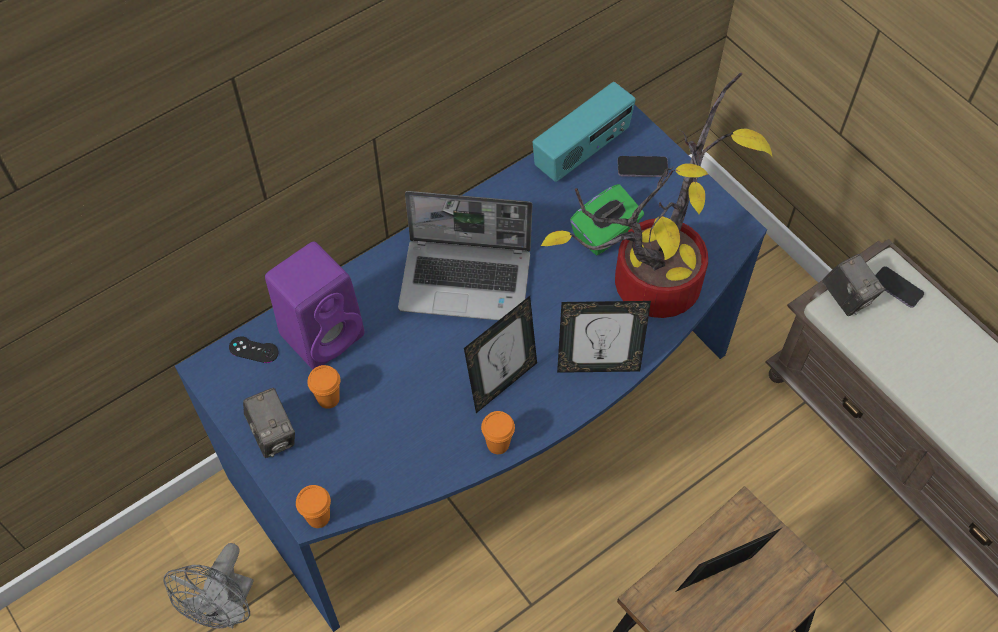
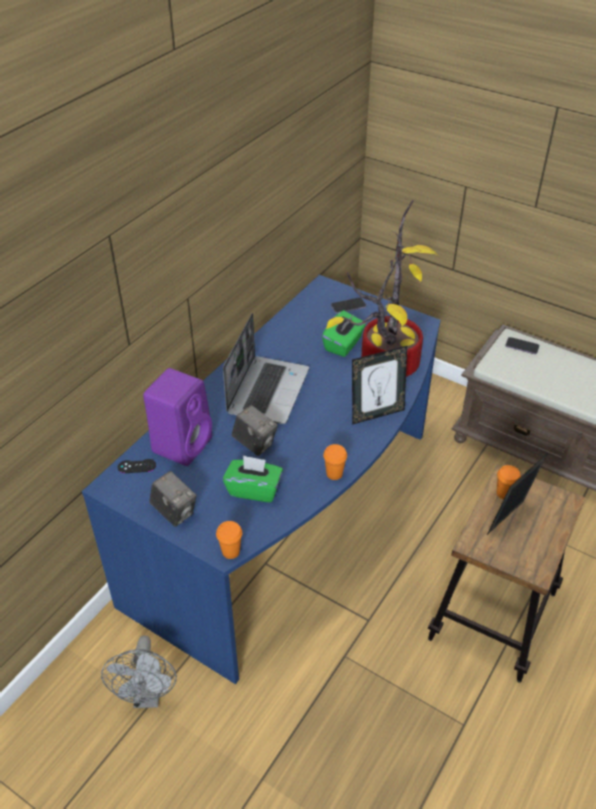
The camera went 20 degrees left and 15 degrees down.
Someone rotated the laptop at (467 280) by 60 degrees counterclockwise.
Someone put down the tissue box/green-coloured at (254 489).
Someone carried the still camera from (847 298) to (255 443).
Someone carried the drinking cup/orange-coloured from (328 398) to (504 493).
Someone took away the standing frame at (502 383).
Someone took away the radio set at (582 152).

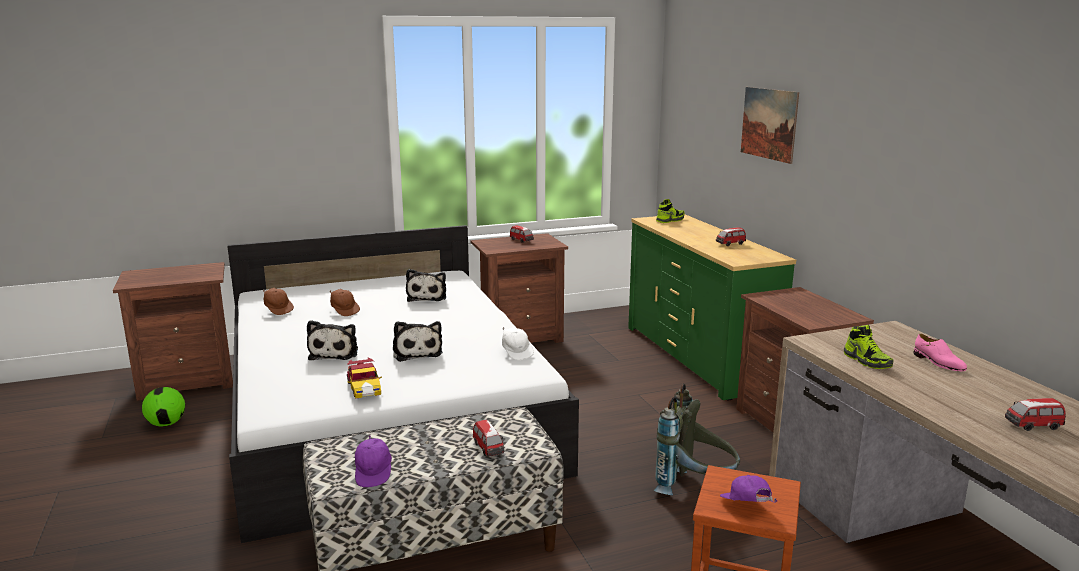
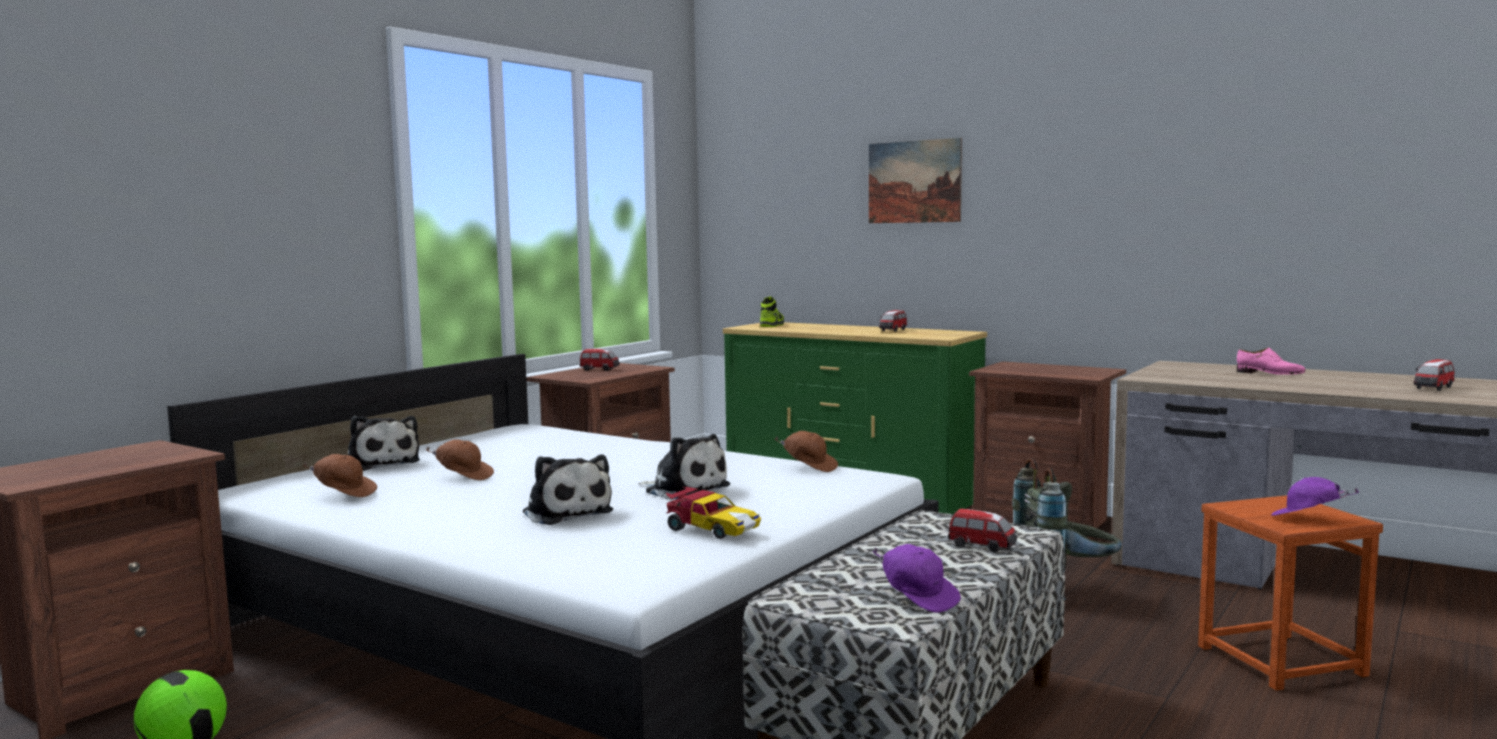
The camera went 35 degrees left and 10 degrees down.
Someone carried the cuddly toy from (427 297) to (382 463).
Someone repainted the baseball cap/white at (516 352), which became the baseball cap/brownish at (809 467).
Someone took away the low shoe at (867 361).

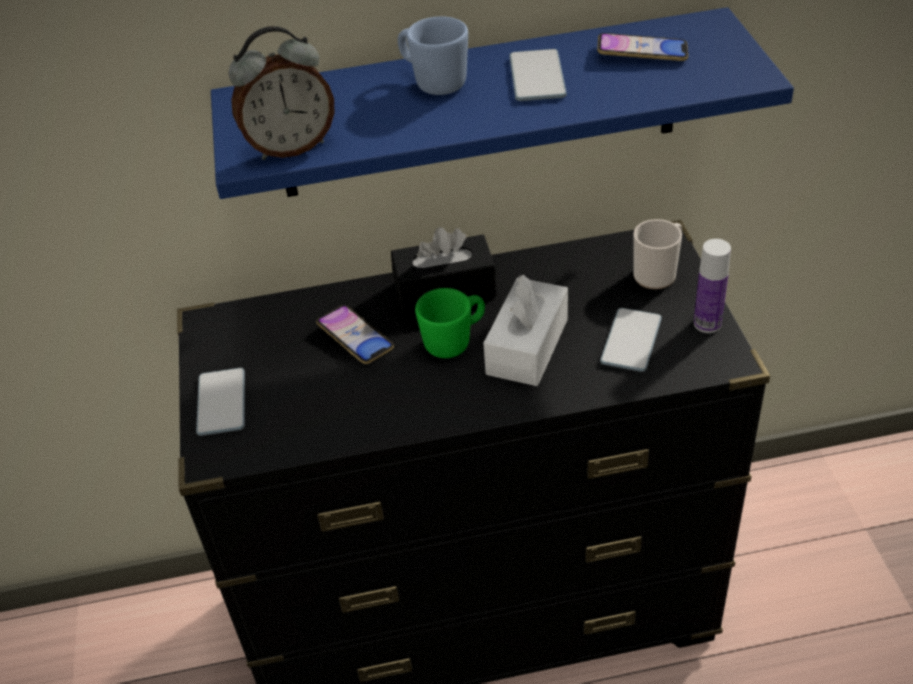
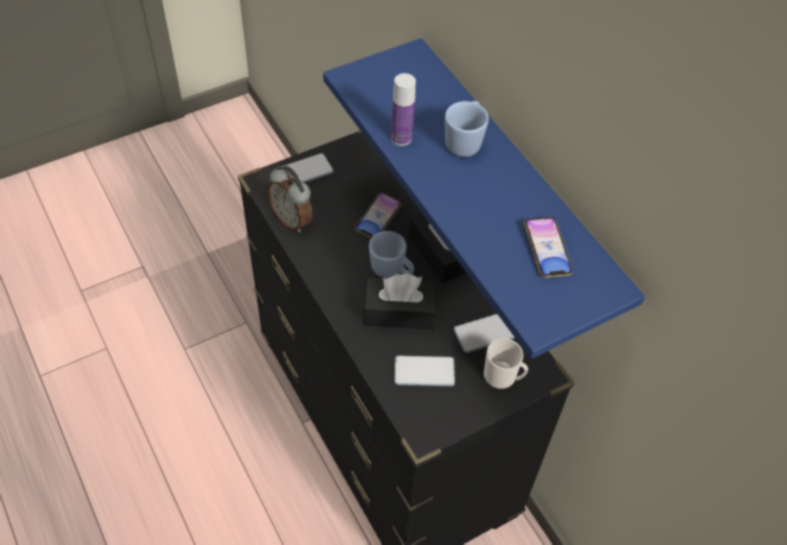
The camera went 65 degrees right and 10 degrees up.
Someone carried the bedside clock from (291 147) to (292 219).
Someone repainted the tissue box/white at (527 346), which became the tissue box/blackish at (399 312).
Someone repainted the tea mug/green-coloured at (455 341), which became the tea mug/bluish at (391 271).
Someone carried the beverage bottle from (707 324) to (401 138).
Someone carried the telephone from (537 77) to (485 333).

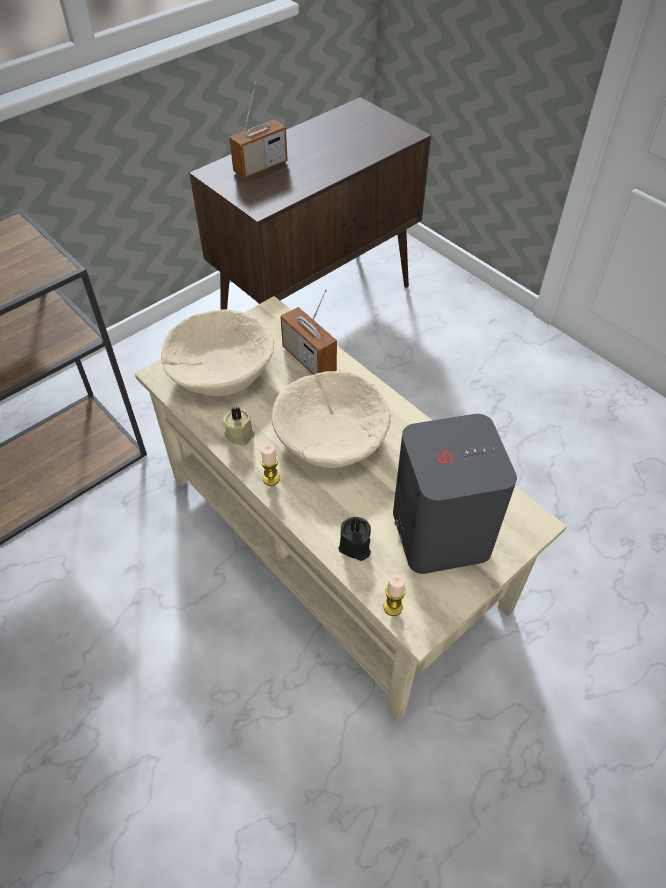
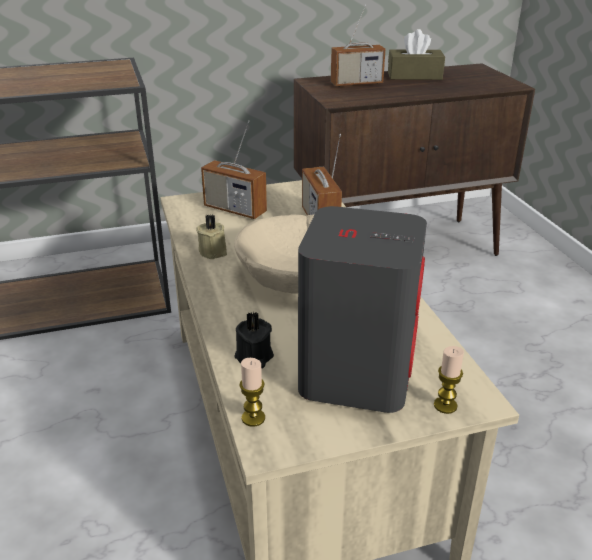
The camera went 25 degrees right and 20 degrees down.
Someone swapped the deep dish/sand-coloured at (222 369) for the radio set at (235 210).
Someone put down the tissue box/brownish at (414 76).
Someone carried the wax candle from (271 479) to (445 405).

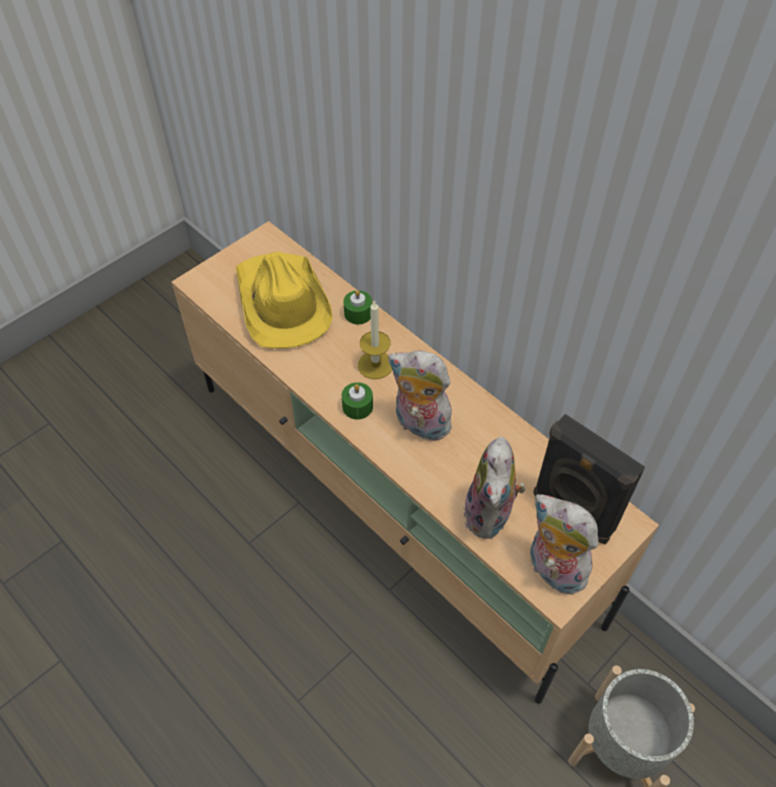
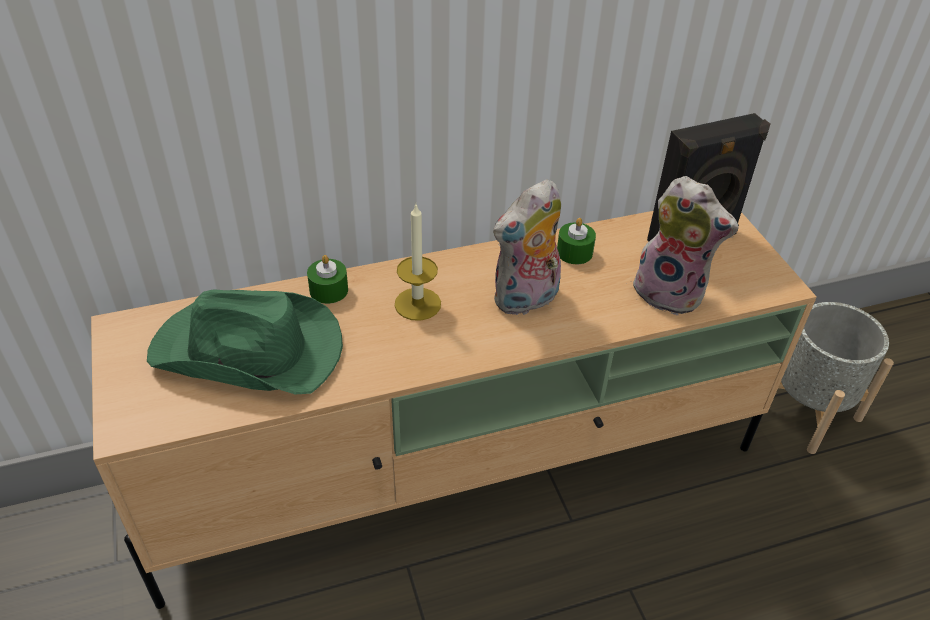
The camera went 65 degrees left and 10 degrees down.
Someone repainted the wearable hat/yellowish at (282 303), which became the wearable hat/green-coloured at (249 351).
Someone carried the wax candle/green-coloured from (357 406) to (574 252).
Someone took away the cuddly toy at (552 570).

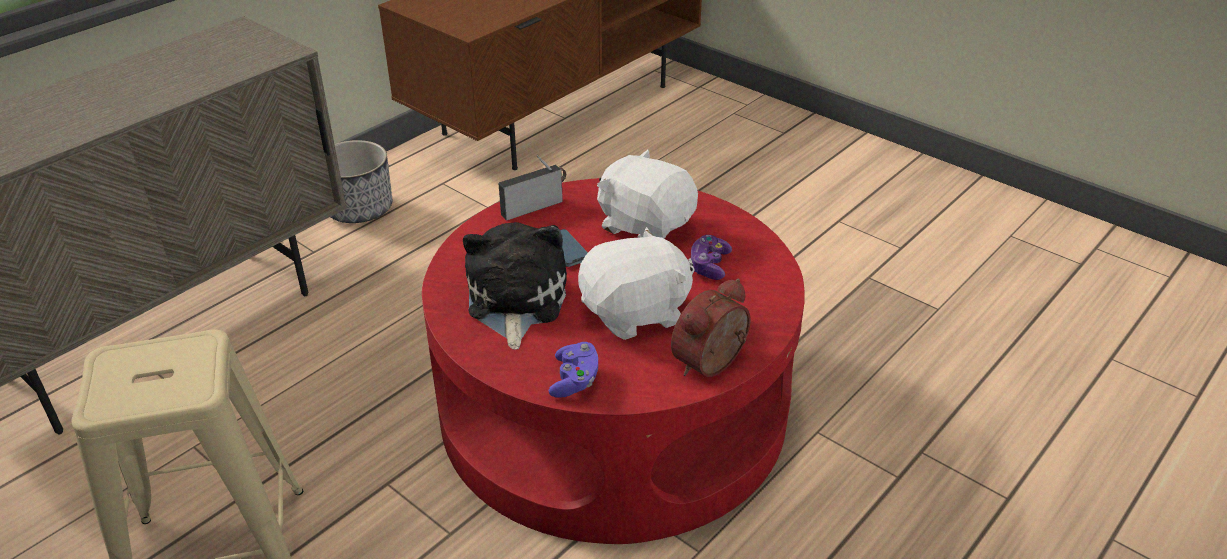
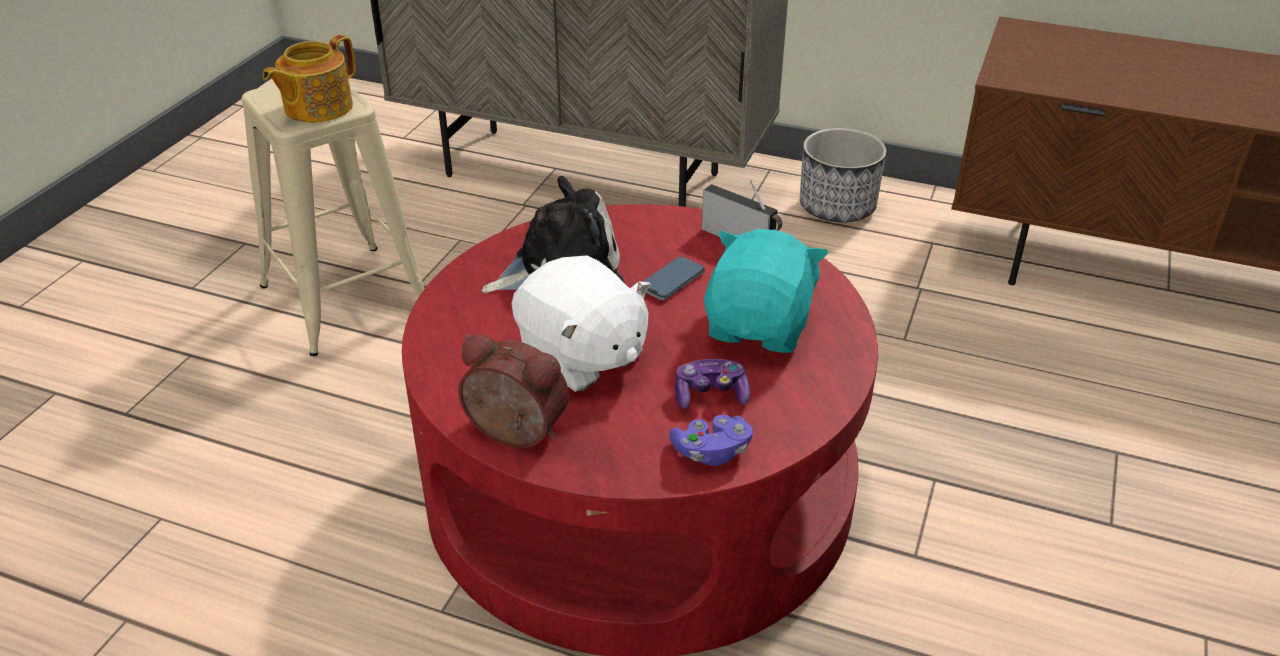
The camera went 70 degrees right and 0 degrees up.
Someone put down the pot for tea at (316 108).
Someone carried the game controller/purple-coloured from (574 380) to (711 452).
Someone repainted the cuddly toy/white at (645 226), which became the cuddly toy/turquoise at (760 327).

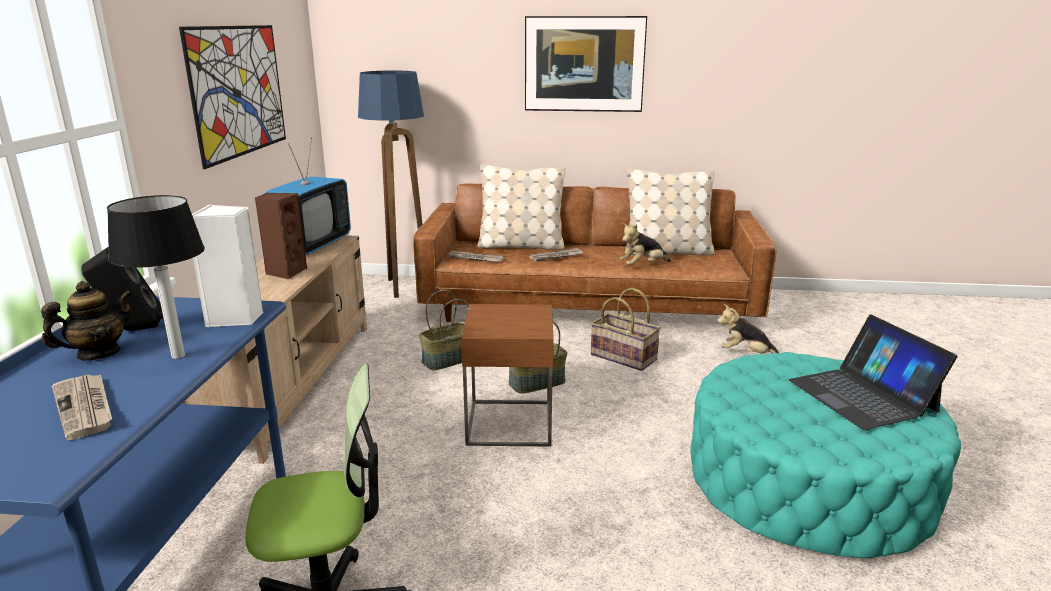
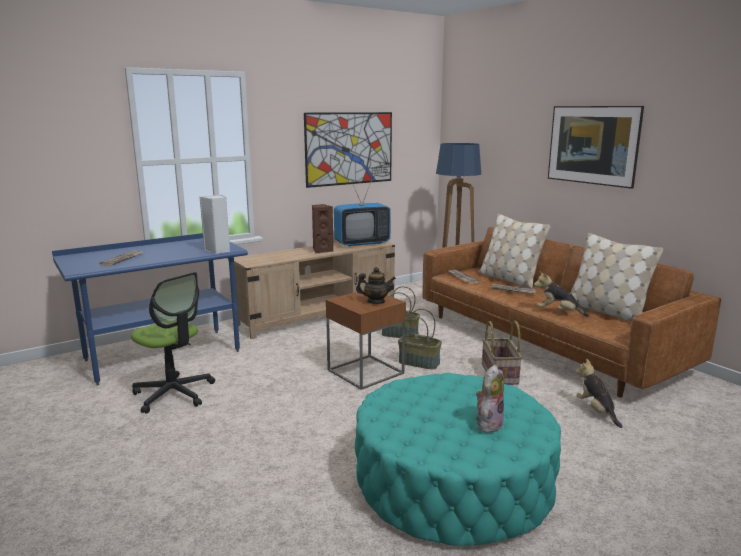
The camera went 50 degrees right and 5 degrees down.
Someone carried the pot for tea from (98 353) to (376 302).
Someone swapped the laptop at (862 395) for the cuddly toy at (488 423).
Someone took away the speaker/blackish at (131 330).
Someone took away the table lamp at (178 356).

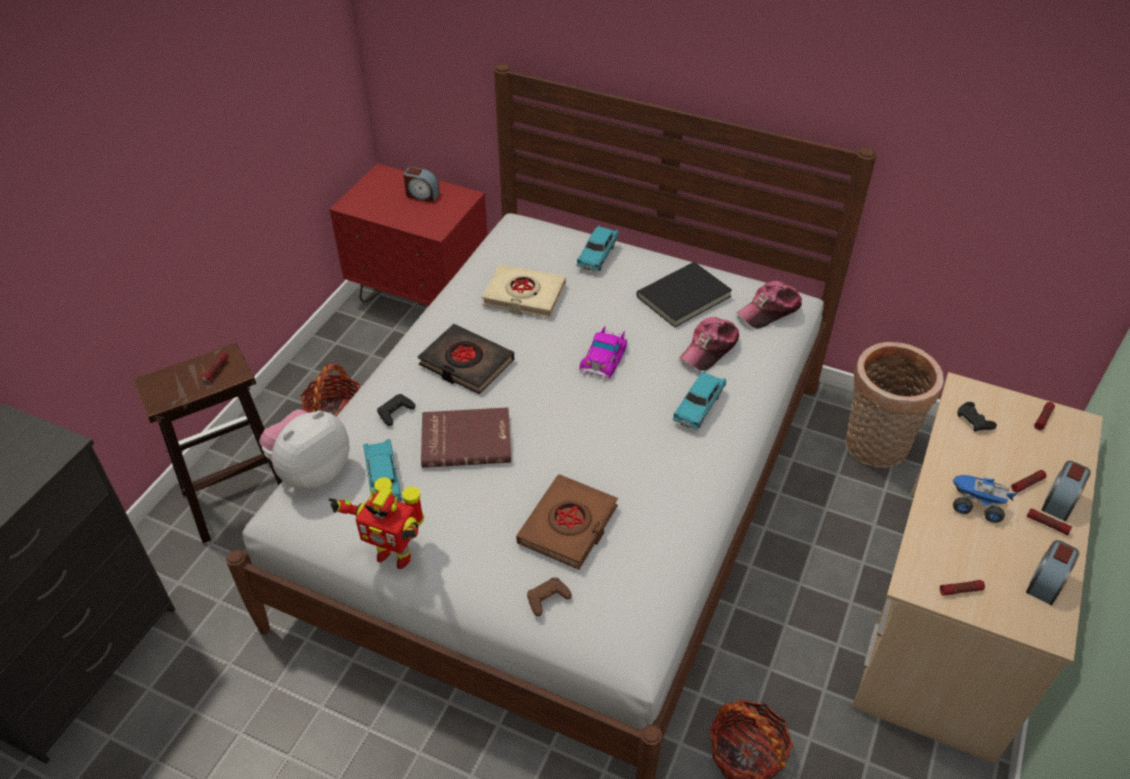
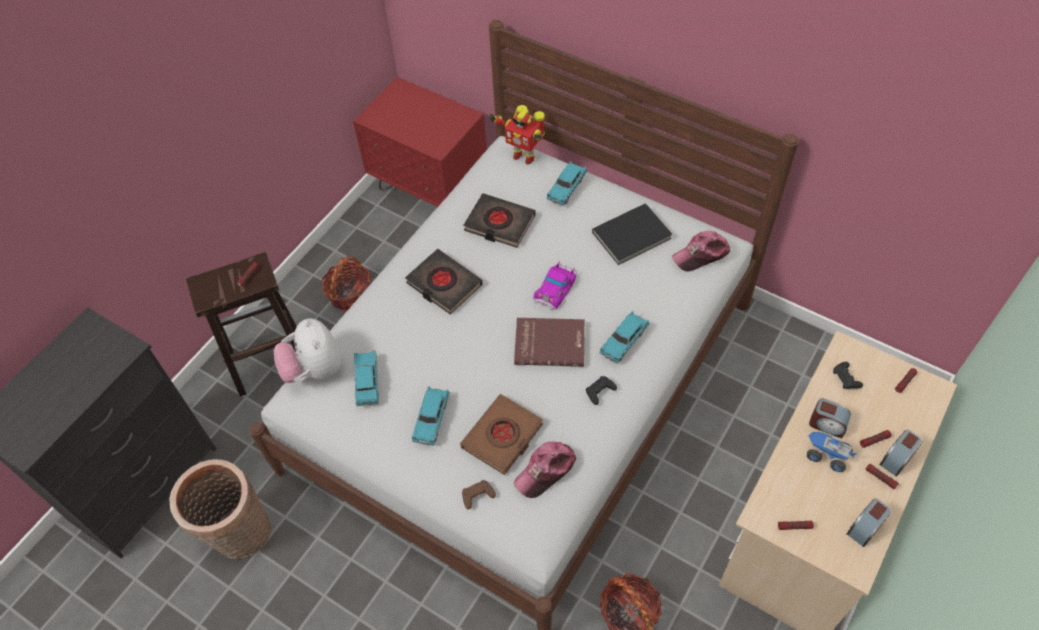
The camera went 10 degrees right and 10 degrees up.
Someone carried the household basket from (874 448) to (239 535).
Someone rotated the cuddly toy at (311 471) by 75 degrees counterclockwise.
Someone put down the model car/turquoise at (431 419).
Someone repainted the book/sand-coloured at (524 296), which became the book/blackish at (499 224).
Someone carried the toy robot from (394 554) to (524 156).
Someone carried the book/reddish from (466 439) to (549 343).
Someone carried the baseball cap from (710 349) to (546 471).
Someone carried the game controller/blackish from (395 412) to (600 391).
Someone carried the bedside clock from (422 195) to (827 425).

